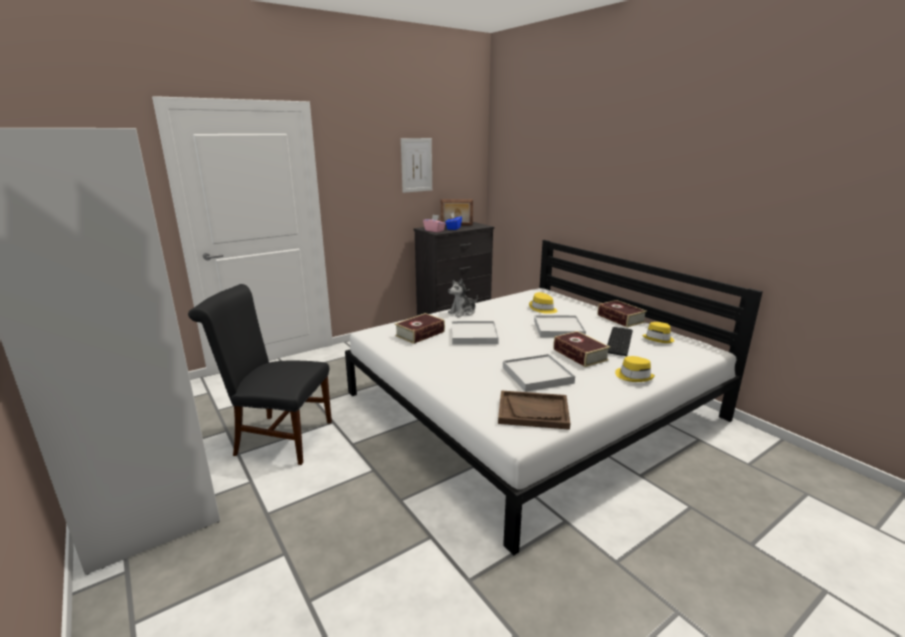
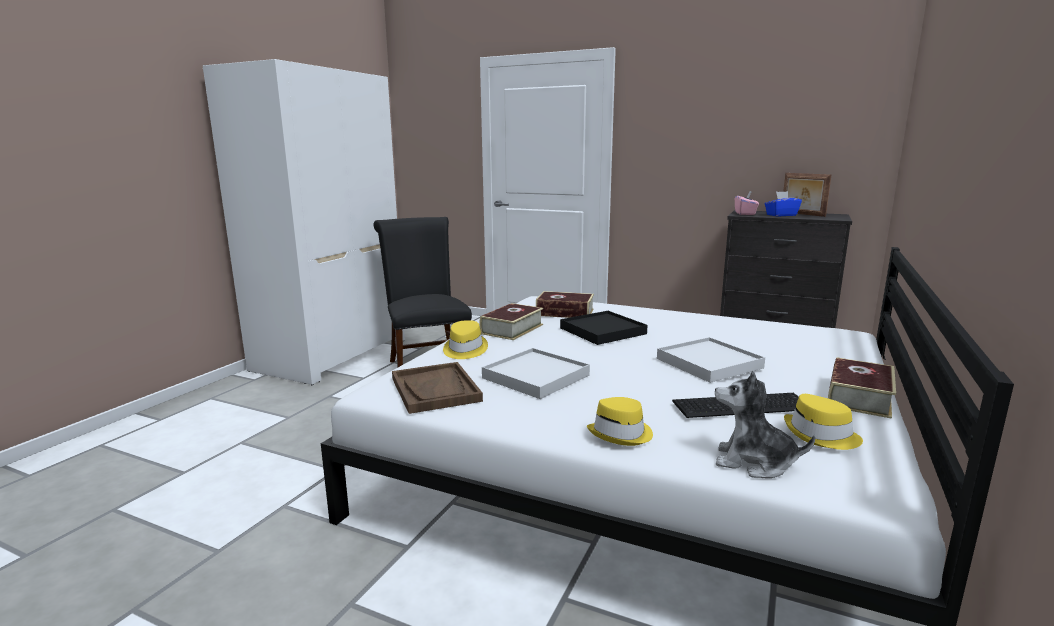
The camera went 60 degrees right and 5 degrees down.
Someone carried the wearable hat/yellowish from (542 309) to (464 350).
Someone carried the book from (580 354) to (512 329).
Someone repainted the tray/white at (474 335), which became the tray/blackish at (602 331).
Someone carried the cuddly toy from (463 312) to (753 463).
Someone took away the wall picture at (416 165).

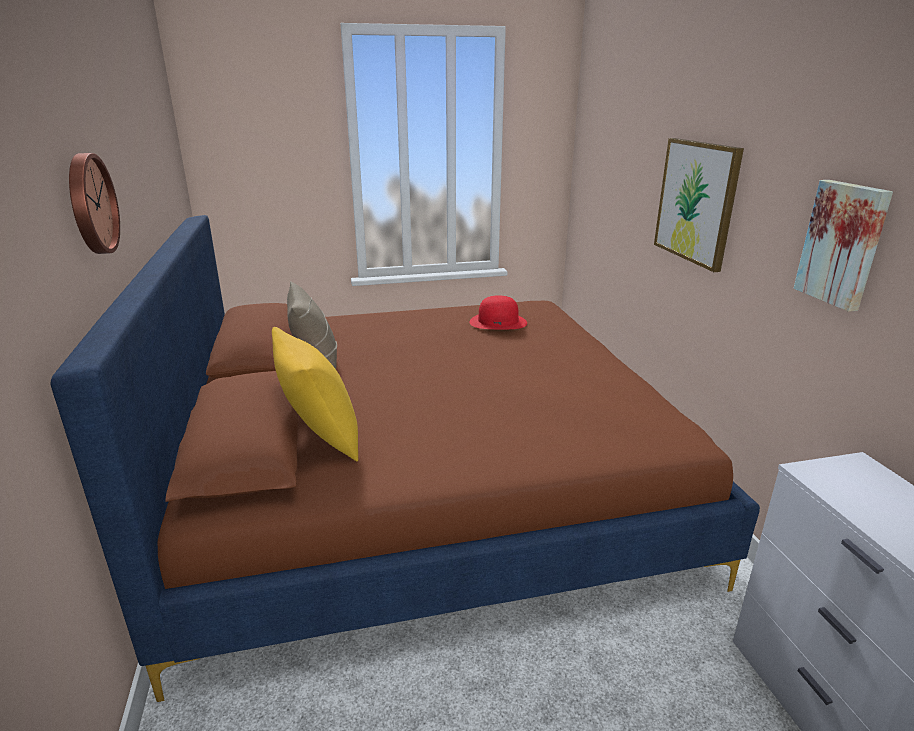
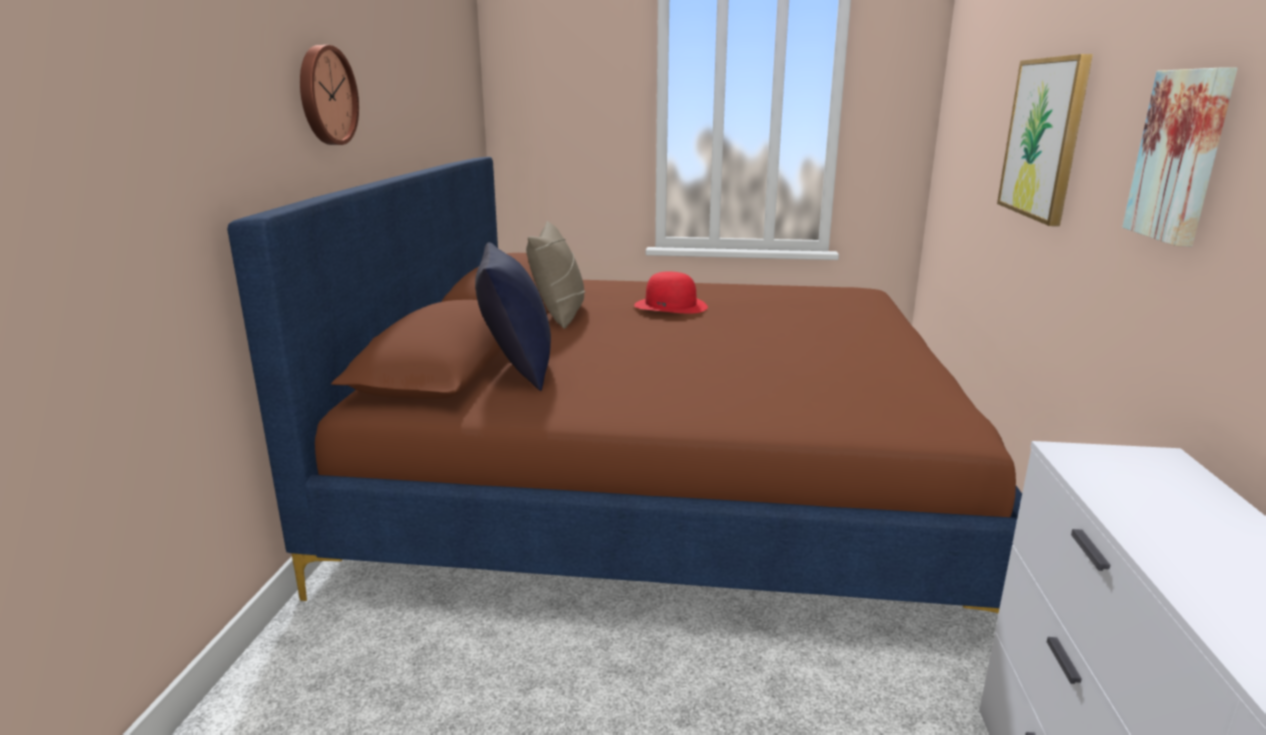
The camera went 20 degrees right and 5 degrees down.
Someone repainted the throw pillow/yellowish at (320 439), which became the throw pillow/bluish at (517 370).
Someone carried the wearable hat/reddish from (498 322) to (671 306).

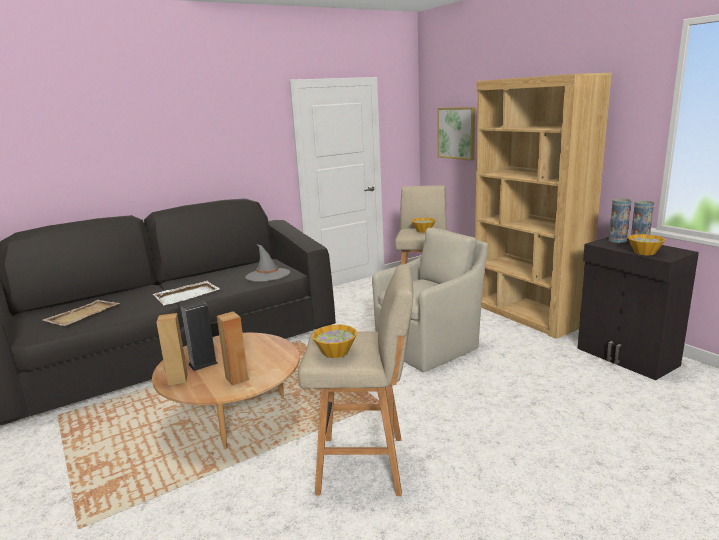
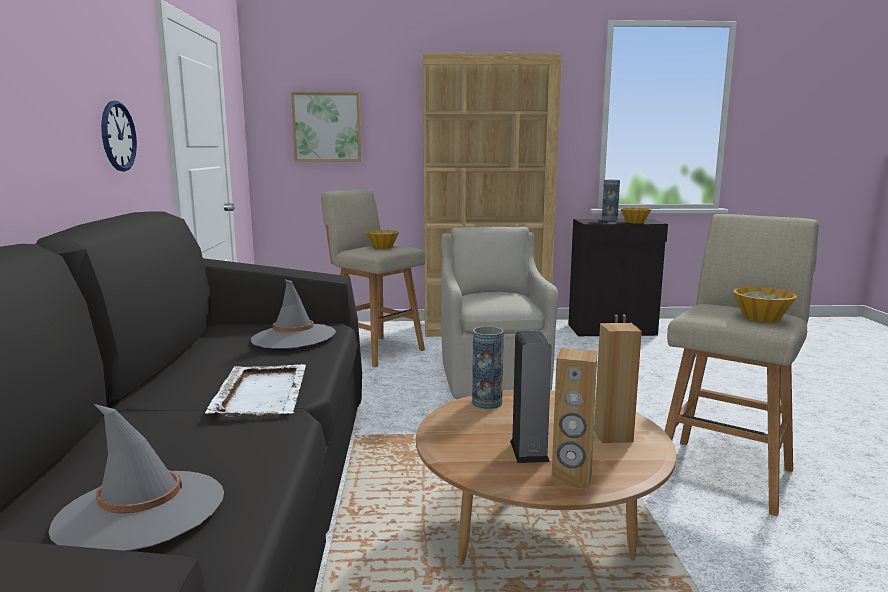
The camera went 60 degrees left and 5 degrees down.
Someone swapped the tray/sand-coloured at (82 315) for the wearable hat/grey at (141 511).
Someone put up the wall clock at (118 136).
Someone carried the decorative vase from (617 240) to (487 403).

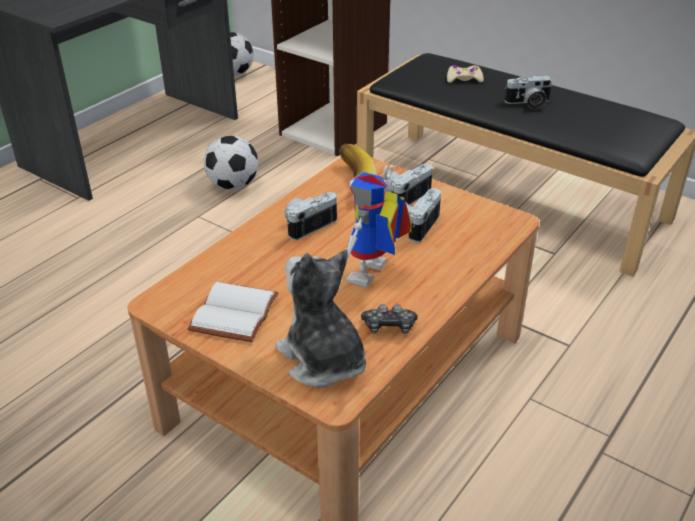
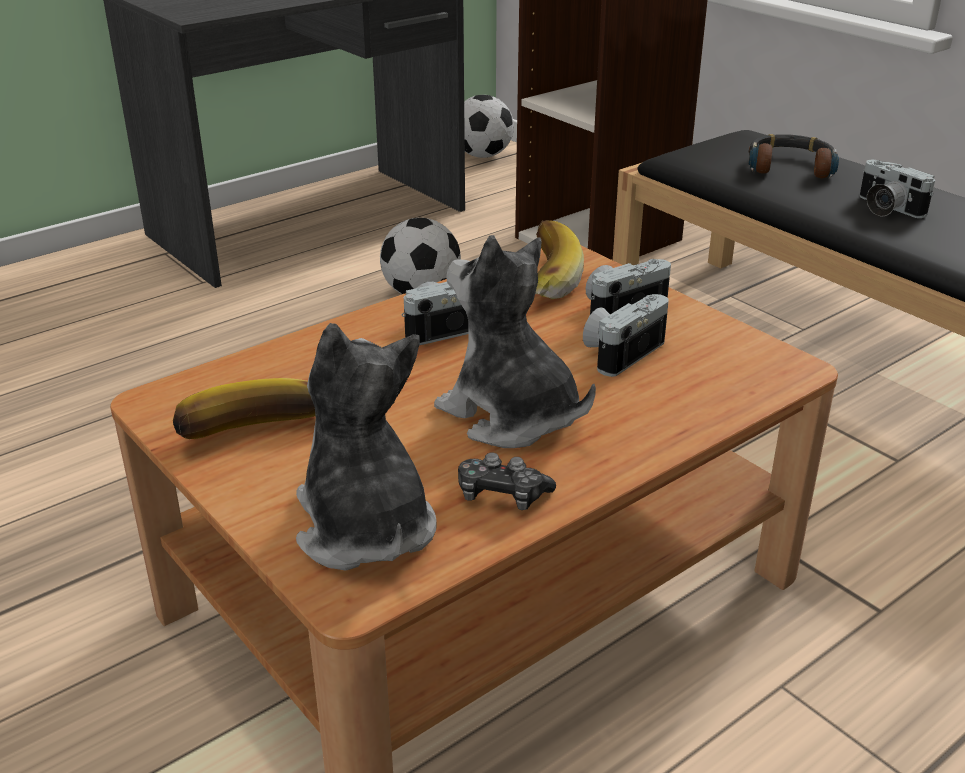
The camera went 15 degrees right and 5 degrees down.
Someone swapped the book/white at (236 314) for the whole banana at (265 436).
Someone swapped the toy robot at (372 277) for the cuddly toy at (510 416).
Someone swapped the game controller/sand-coloured at (464 79) for the headset at (790 166).
Someone rotated the still camera at (528 103) by 45 degrees clockwise.

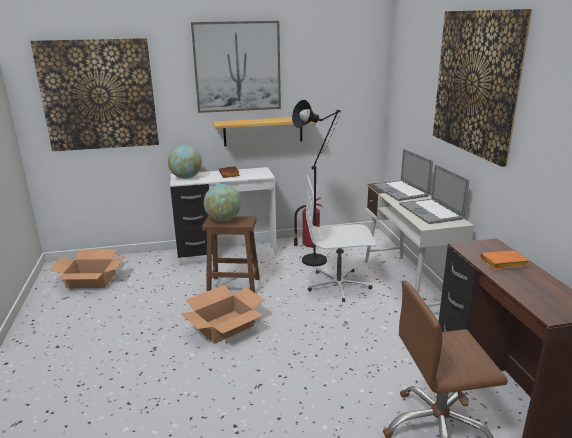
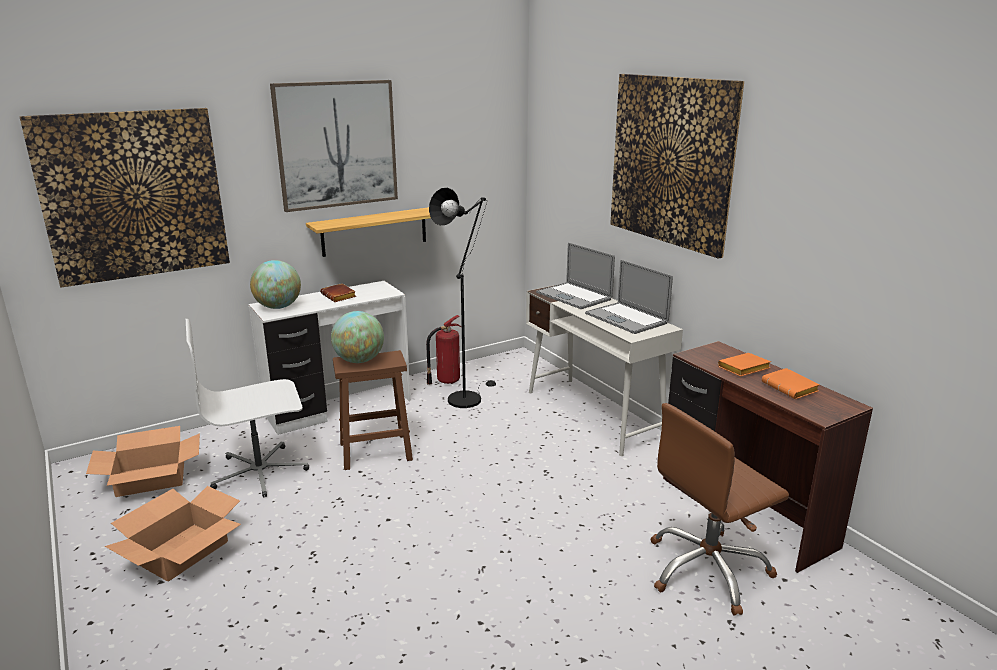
The camera went 20 degrees left and 0 degrees up.
Someone carried the carton from (225 326) to (181 551).
Someone carried the desk chair/white from (339 285) to (260 472).
Someone put down the book/orange-coloured at (791 388).

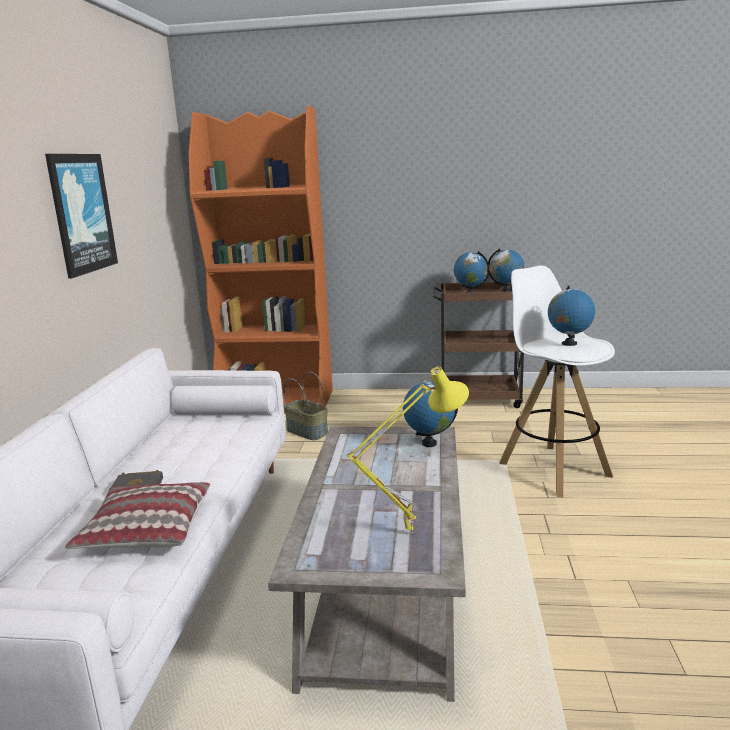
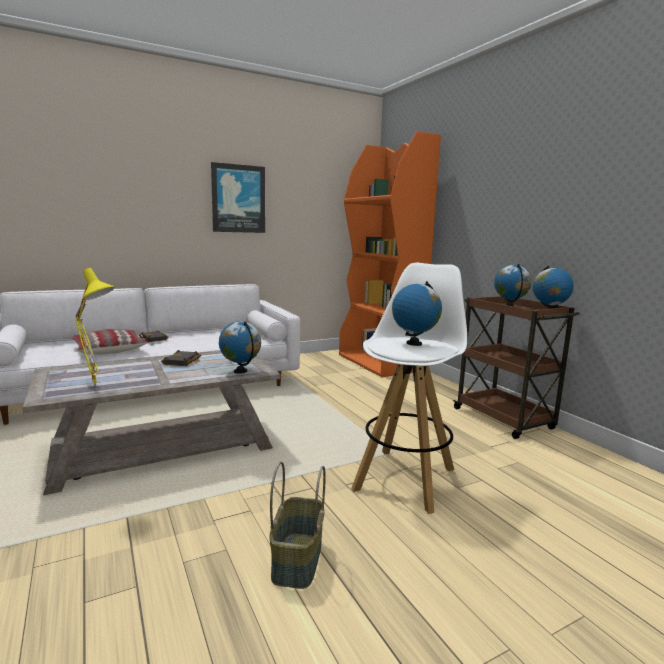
The camera went 55 degrees right and 5 degrees down.
Someone put down the book/blackish at (182 362).
Someone carried the household basket from (308 432) to (298 560).

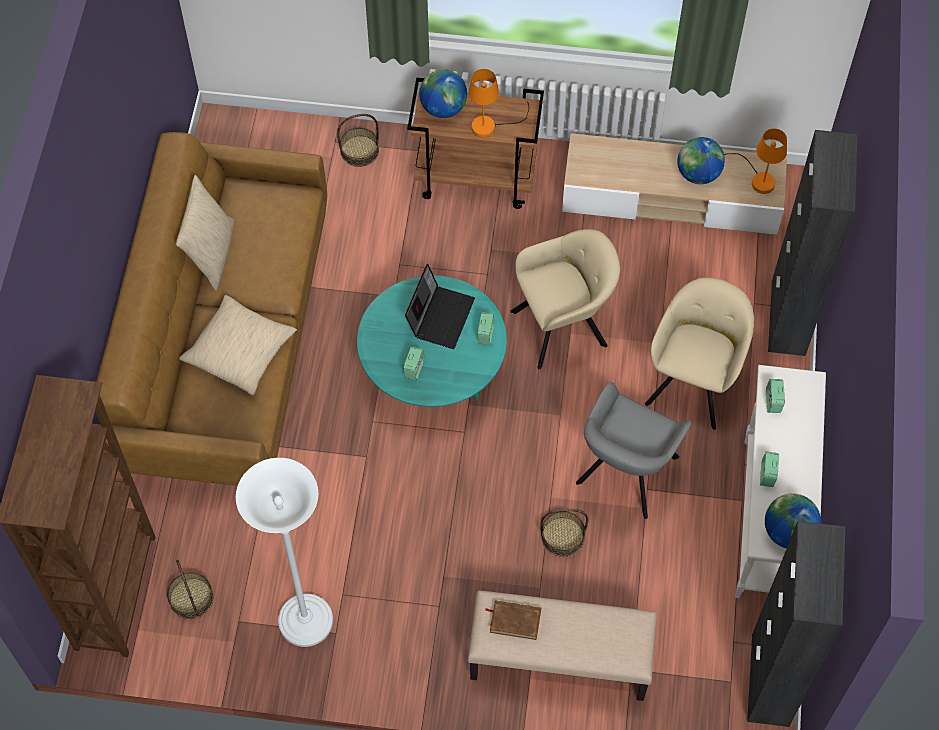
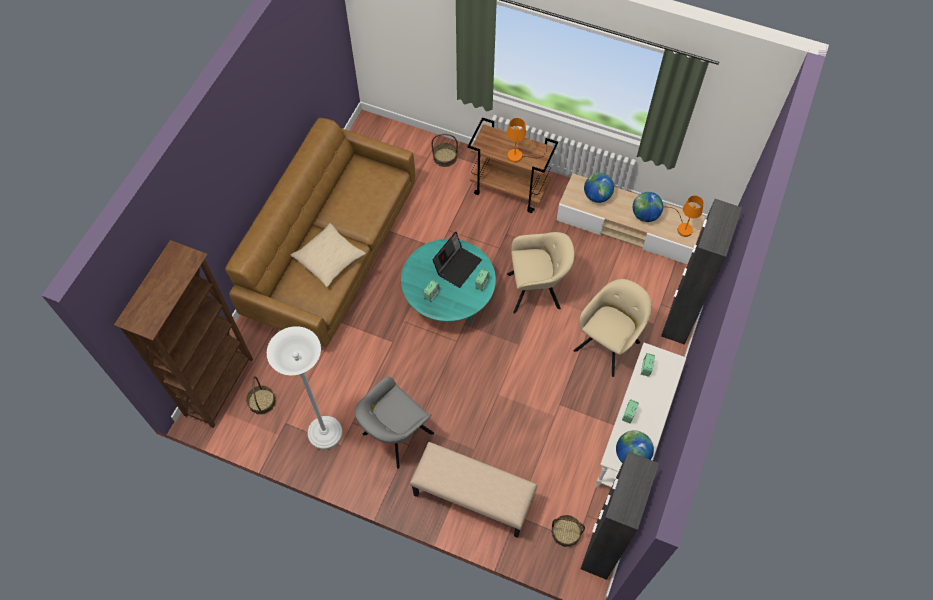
The camera went 15 degrees right and 0 degrees up.
Someone carried the lounge chair/grey from (625 474) to (395 436).
Someone carried the household basket from (562 537) to (566 532).
Someone carried the globe from (443 108) to (597 196).
Someone took away the throw pillow/sand-coloured at (211 254).
Someone took away the book/brownish at (515 621).

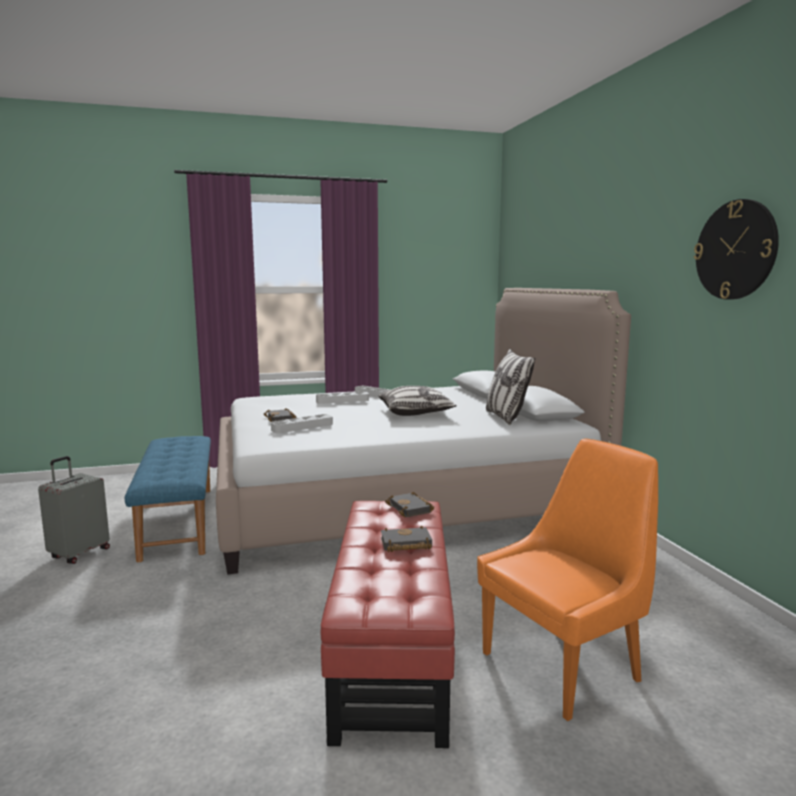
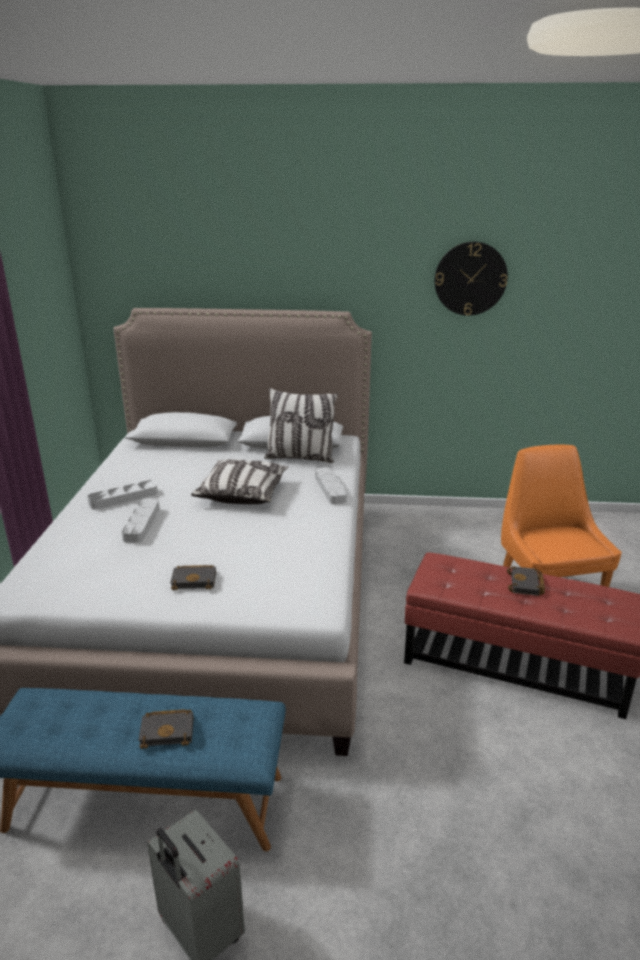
The camera went 70 degrees left and 15 degrees up.
Someone carried the book/blackish from (411 509) to (169 731).
Someone carried the tray/grey from (302 427) to (330 488).

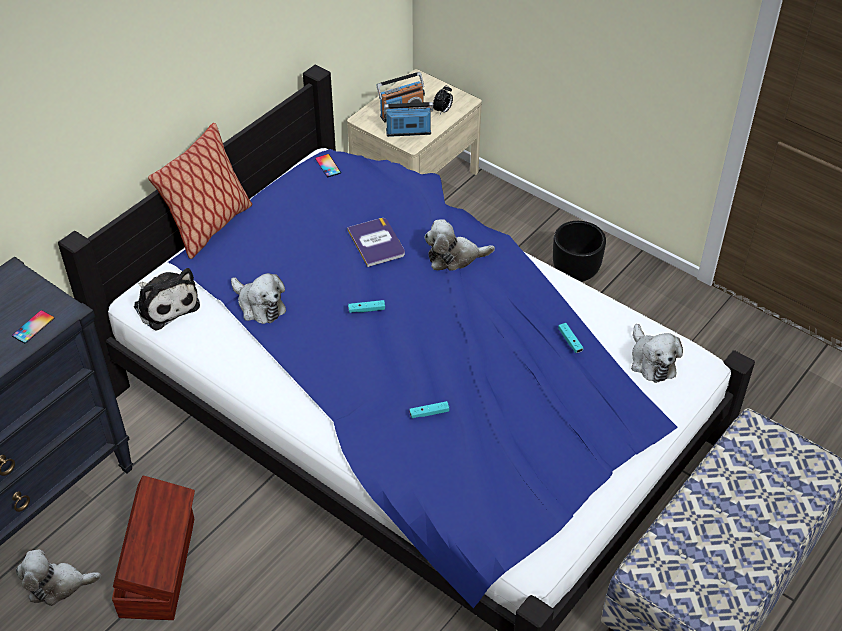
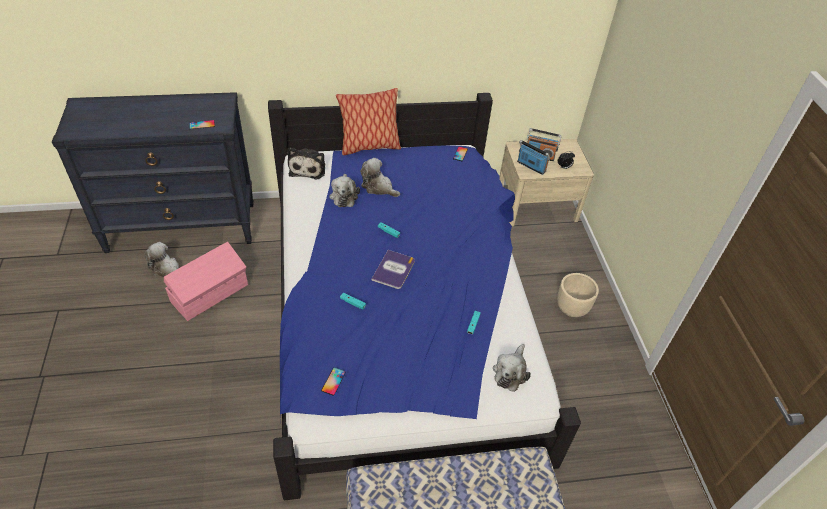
The camera went 40 degrees right and 0 degrees up.
Someone repainted the storage container/brownish at (160 566), which became the storage container/pink at (211 293).
Someone put down the telephone at (333 381).
Someone carried the cuddly toy from (454 257) to (378 187).
Someone carried the book from (376 242) to (393 270).
Someone repainted the planter/blackish at (575 273), which became the planter/sand-coloured at (571 309).

